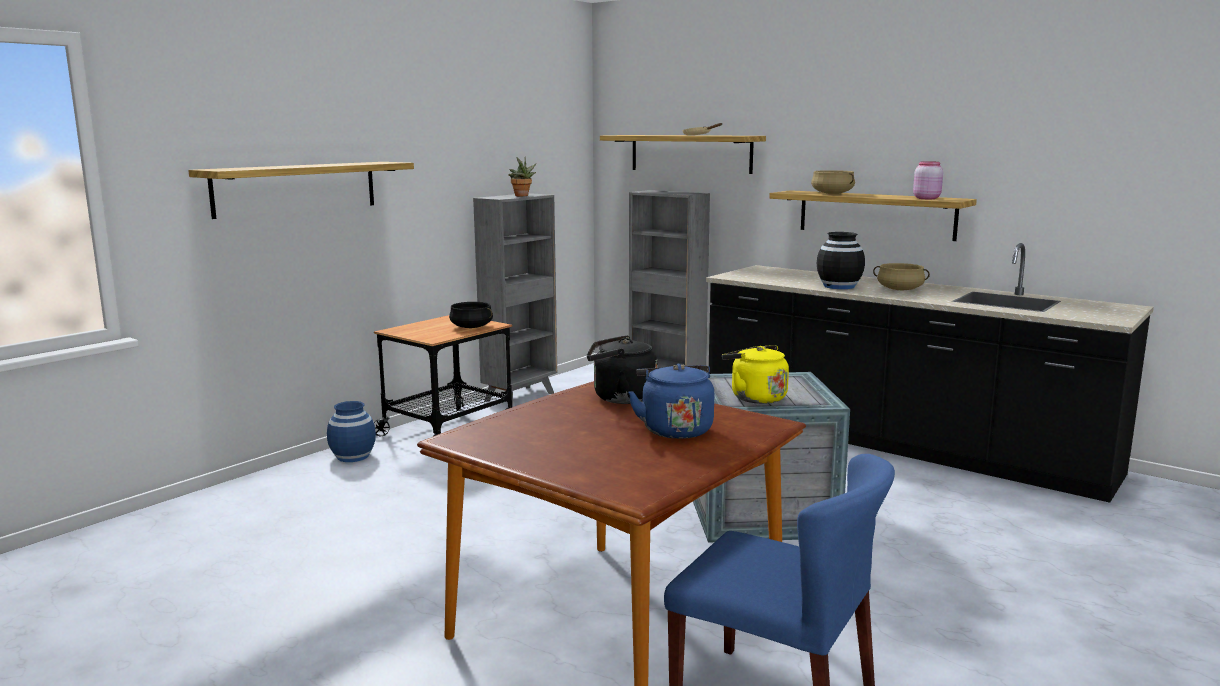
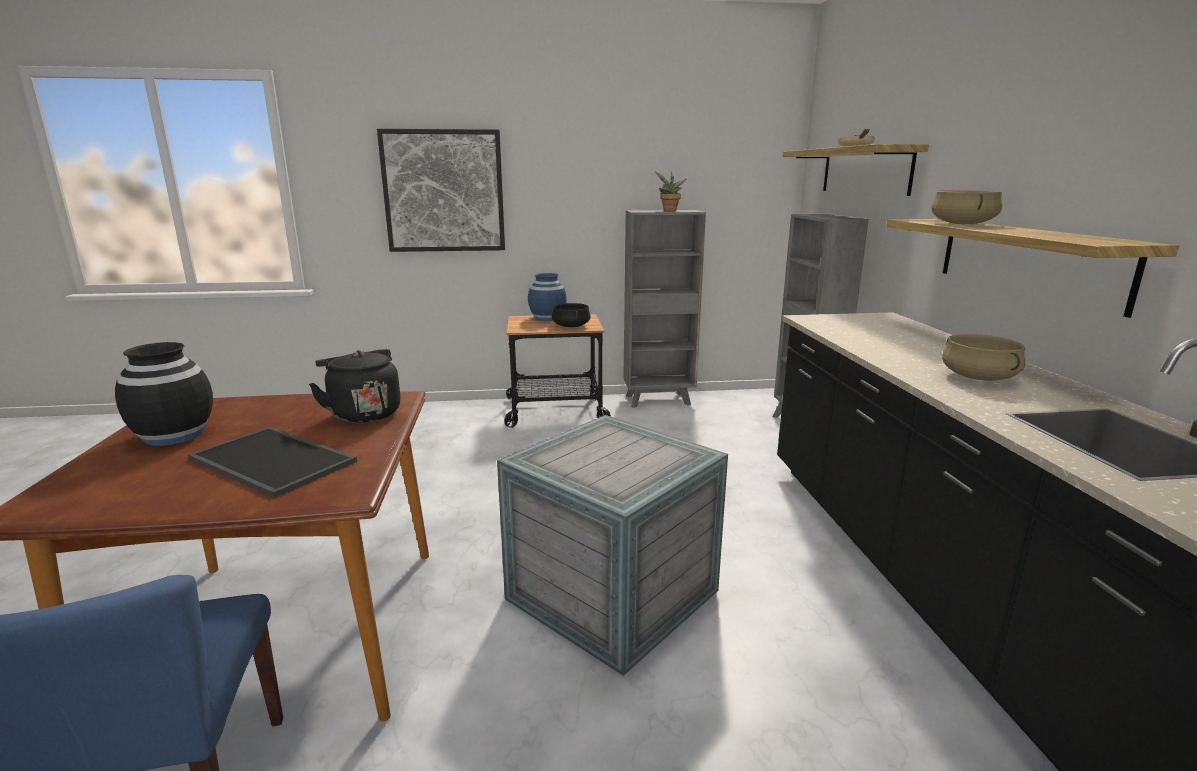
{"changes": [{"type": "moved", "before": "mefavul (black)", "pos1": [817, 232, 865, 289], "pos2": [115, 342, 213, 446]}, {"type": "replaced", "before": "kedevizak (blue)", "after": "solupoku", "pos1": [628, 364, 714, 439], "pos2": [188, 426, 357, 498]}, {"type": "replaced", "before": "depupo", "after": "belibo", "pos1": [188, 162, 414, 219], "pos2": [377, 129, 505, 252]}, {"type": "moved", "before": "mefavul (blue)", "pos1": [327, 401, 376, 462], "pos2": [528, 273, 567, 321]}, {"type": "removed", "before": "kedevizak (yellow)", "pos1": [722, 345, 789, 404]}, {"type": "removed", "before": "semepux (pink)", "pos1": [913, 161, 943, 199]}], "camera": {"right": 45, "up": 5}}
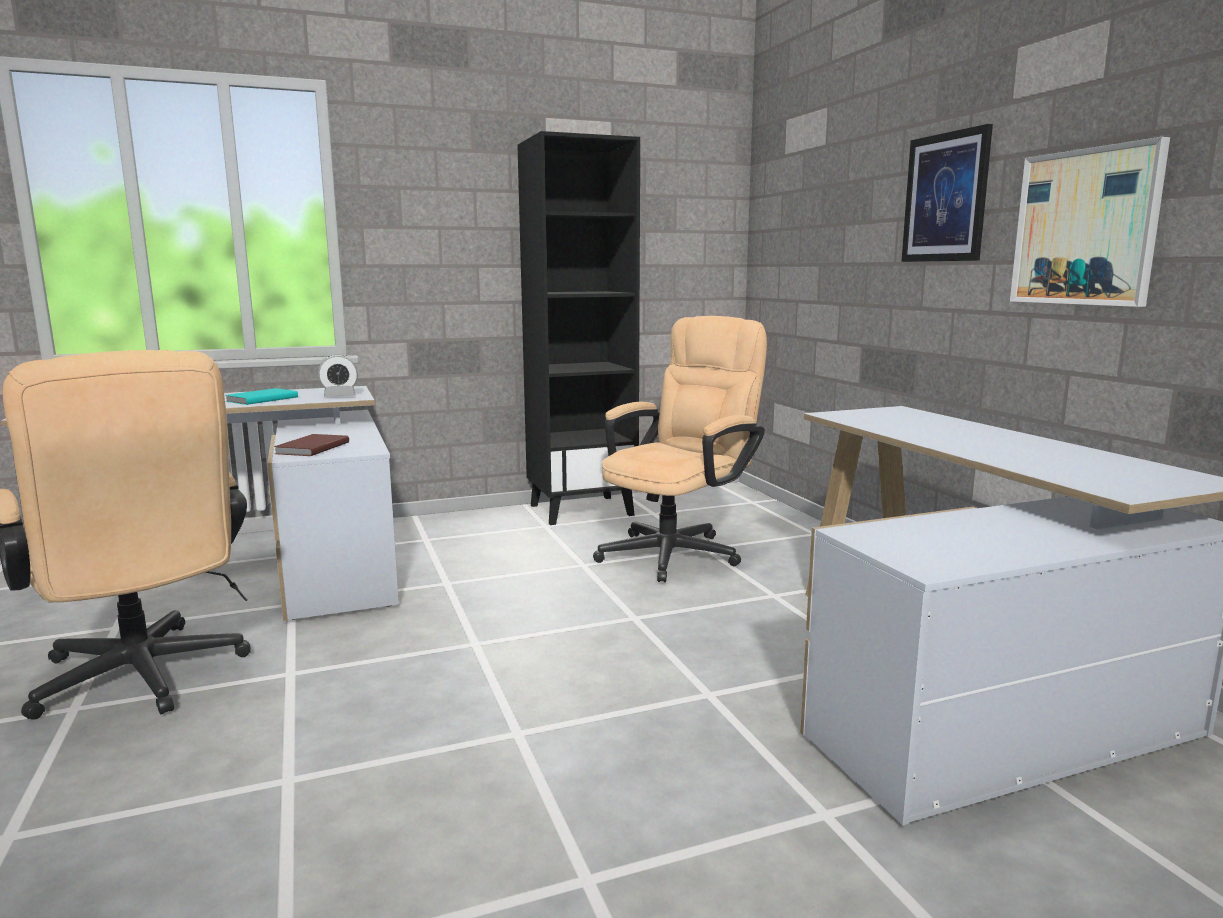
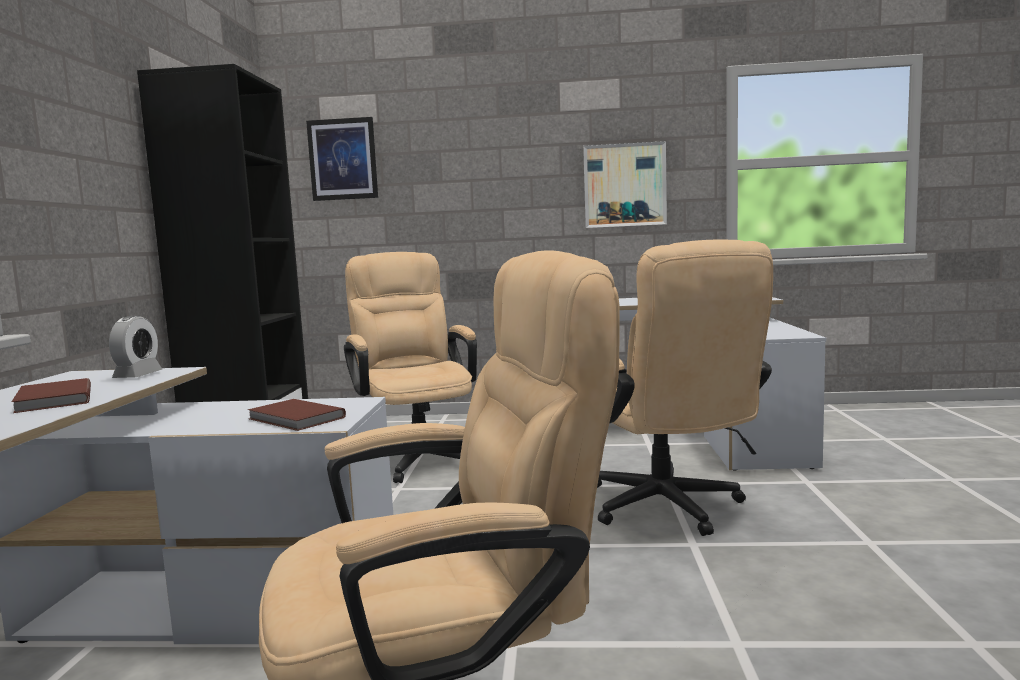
{"changes": [{"type": "recoloured", "before": "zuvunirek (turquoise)", "after": "zuvunirek (brown)", "pos1": [225, 388, 298, 405], "pos2": [12, 378, 91, 413]}, {"type": "moved", "before": "belibo", "pos1": [901, 124, 993, 262], "pos2": [306, 117, 378, 201]}, {"type": "added", "after": "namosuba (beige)", "pos2": [597, 239, 773, 536]}], "camera": {"right": -65, "up": -5}}
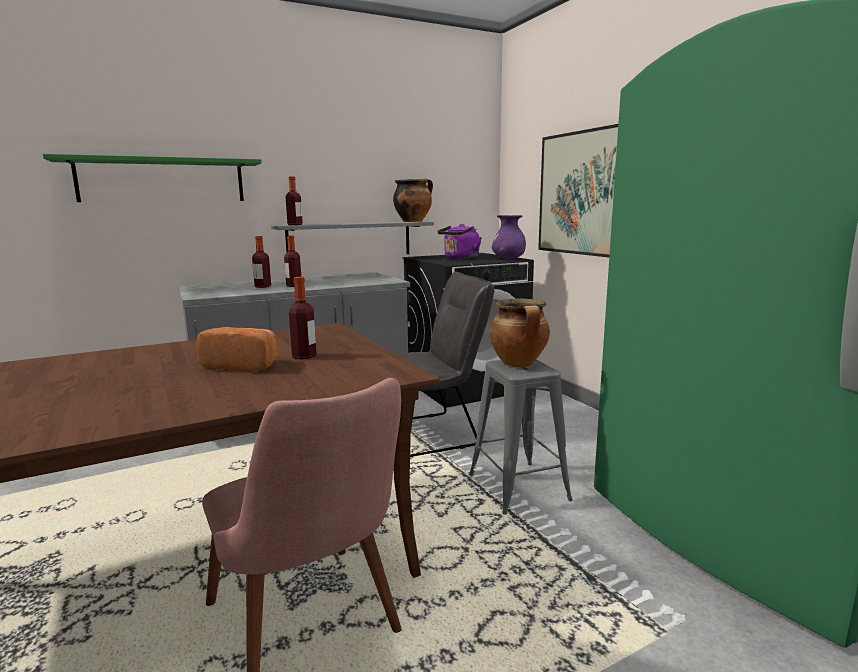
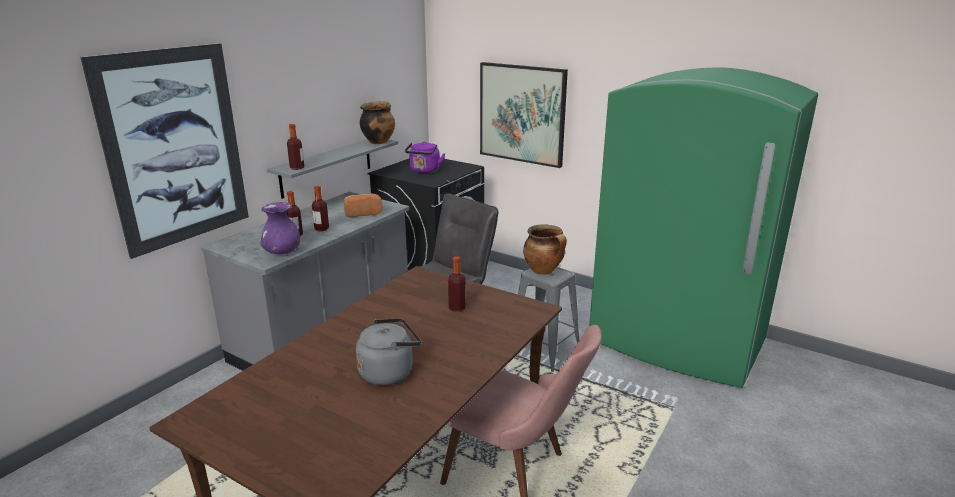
{"changes": [{"type": "replaced", "before": "depupo (green)", "after": "belibo", "pos1": [43, 154, 262, 202], "pos2": [80, 43, 249, 259]}, {"type": "moved", "before": "mefavul (purple)", "pos1": [491, 215, 526, 259], "pos2": [261, 202, 300, 254]}, {"type": "moved", "before": "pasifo", "pos1": [196, 327, 278, 371], "pos2": [344, 194, 383, 217]}, {"type": "added", "after": "kedevizak (grey)", "pos2": [356, 318, 421, 386]}], "camera": {"right": -30, "up": 10}}
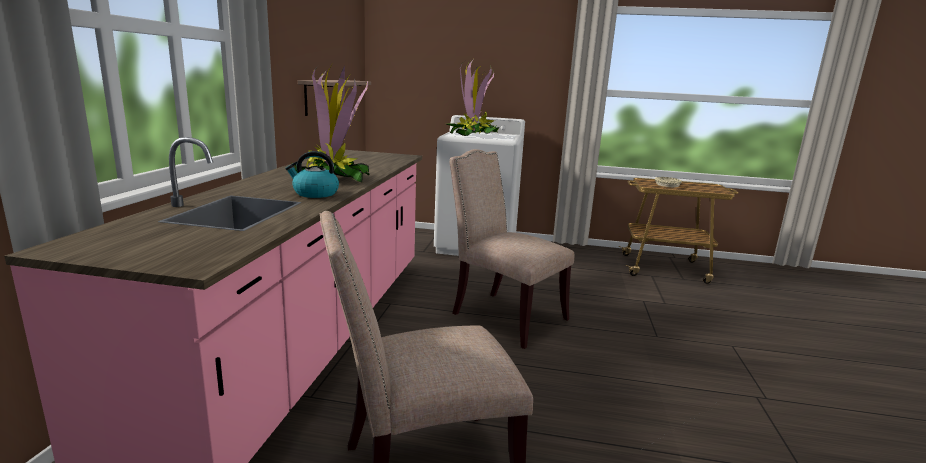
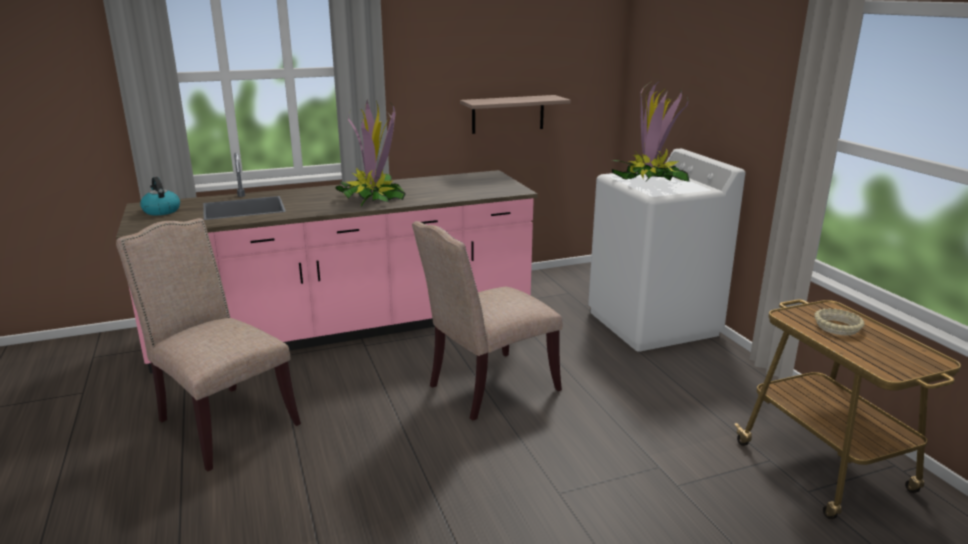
{"changes": [{"type": "moved", "before": "kedevizak", "pos1": [285, 151, 339, 198], "pos2": [140, 177, 180, 215]}, {"type": "turned", "before": "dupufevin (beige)", "pos1": [449, 149, 574, 349], "pos2": [412, 221, 562, 421], "turn": -135}], "camera": {"right": 60, "up": 5}}
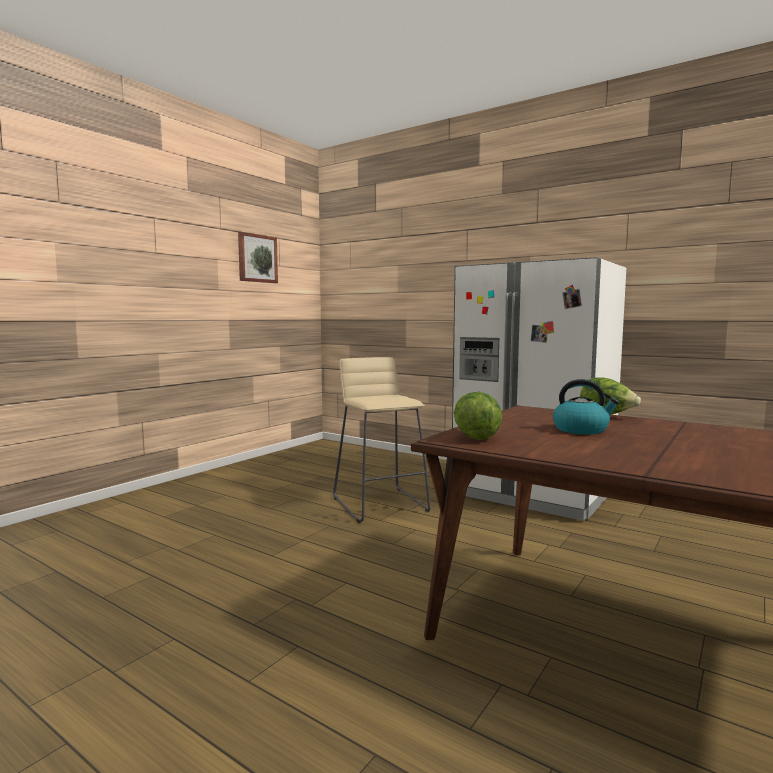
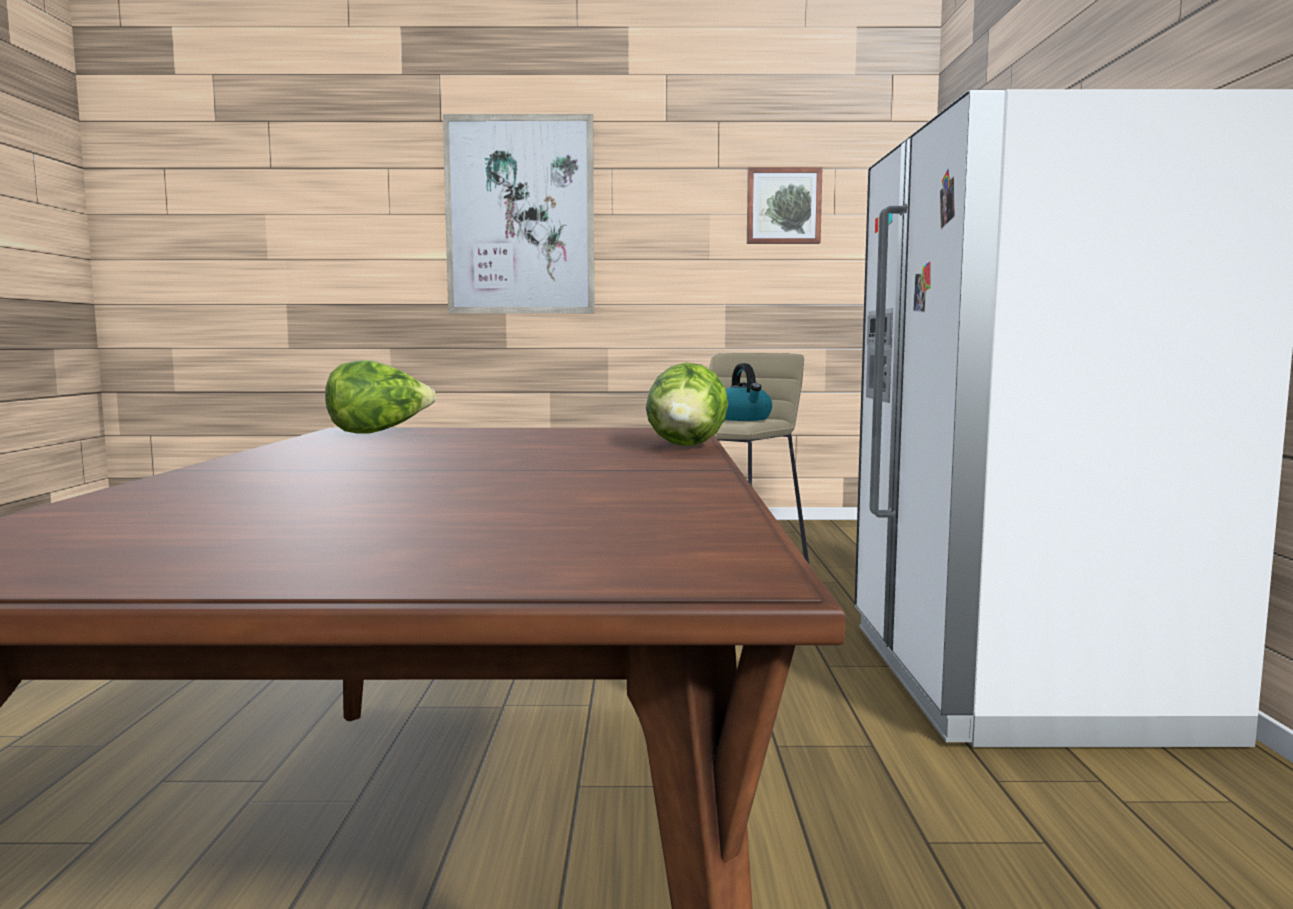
{"changes": [{"type": "added", "after": "belibo", "pos2": [443, 114, 595, 314]}, {"type": "moved", "before": "kedevizak", "pos1": [553, 379, 620, 434], "pos2": [725, 363, 772, 421]}], "camera": {"right": 55, "up": 0}}
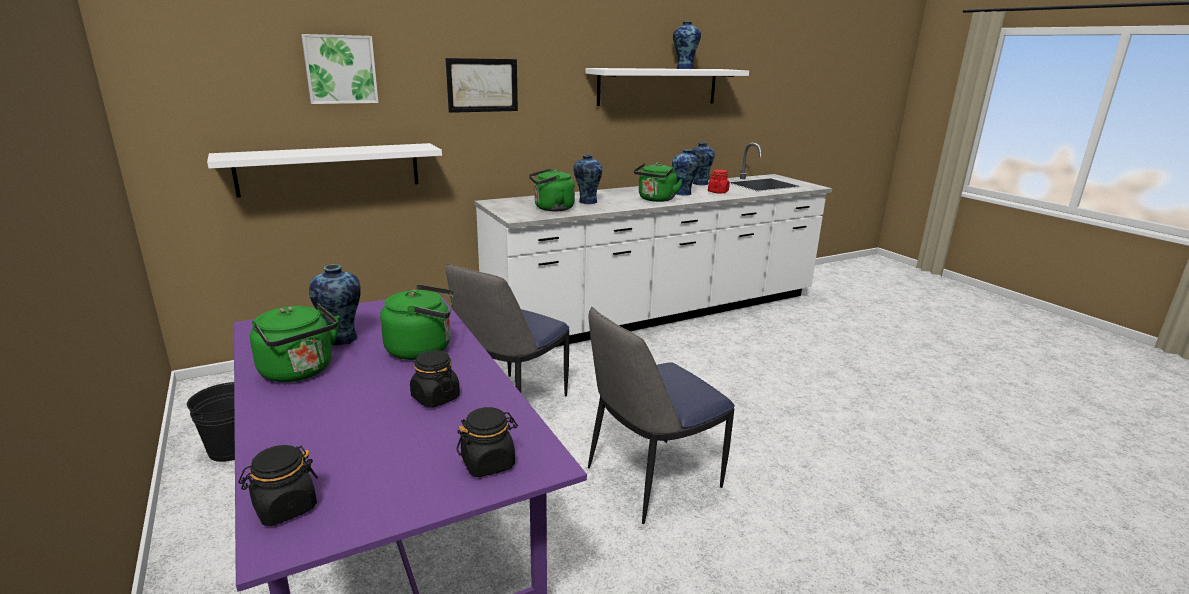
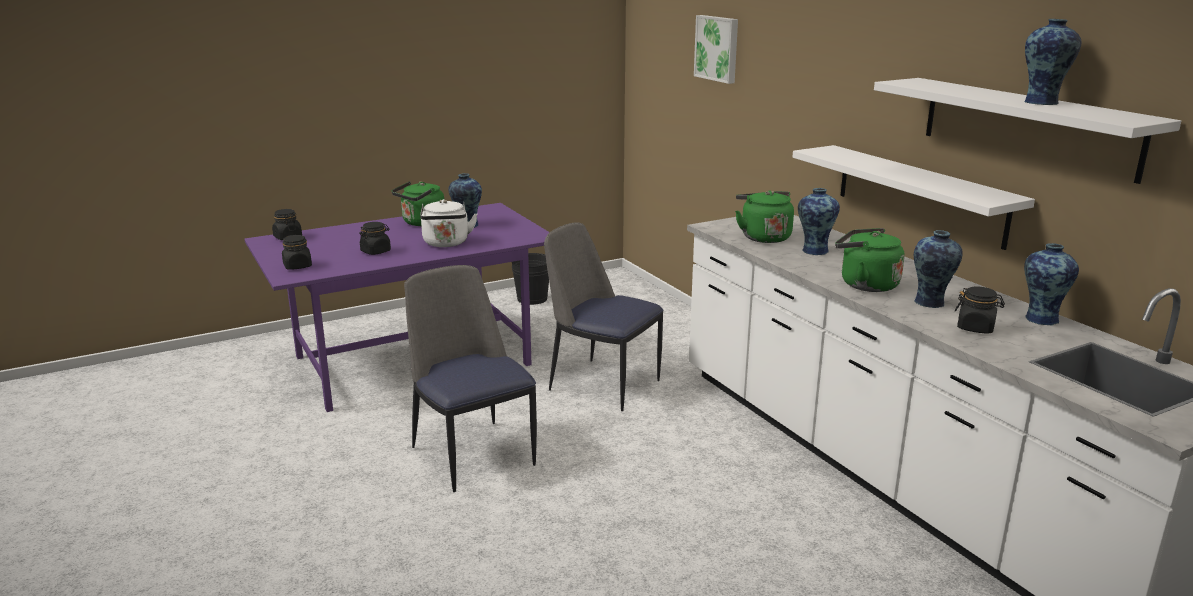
{"changes": [{"type": "recoloured", "before": "kedevizak (green)", "after": "kedevizak (white)", "pos1": [380, 284, 454, 360], "pos2": [420, 199, 477, 247]}, {"type": "moved", "before": "depupo (white)", "pos1": [207, 143, 442, 197], "pos2": [793, 145, 1035, 250]}, {"type": "recoloured", "before": "semepux (red)", "after": "semepux (black)", "pos1": [708, 170, 730, 193], "pos2": [955, 286, 1005, 334]}, {"type": "removed", "before": "belibo", "pos1": [446, 58, 518, 113]}], "camera": {"right": 90, "up": 0}}
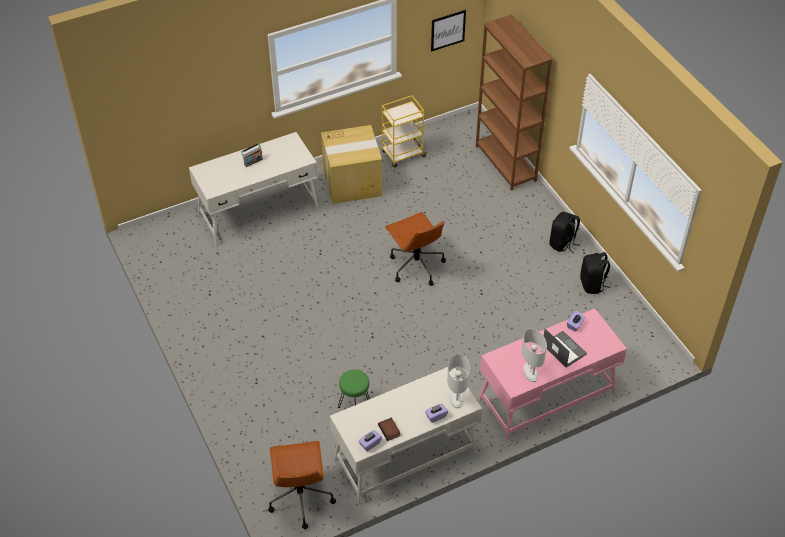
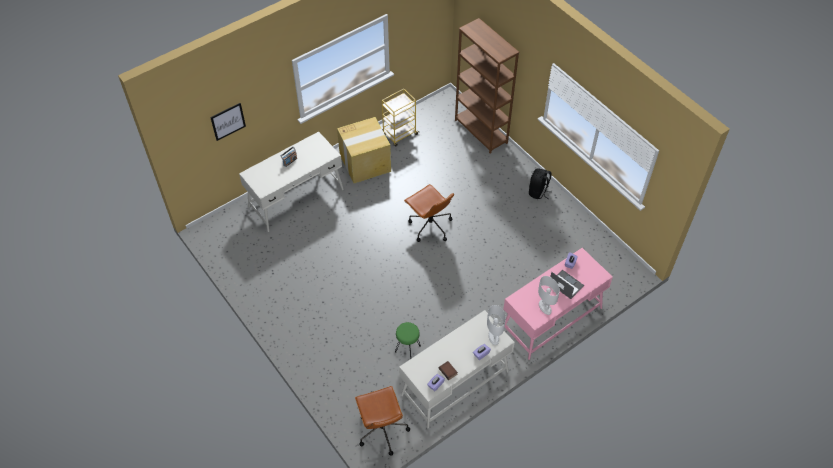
{"changes": [{"type": "moved", "before": "belibo", "pos1": [431, 10, 466, 52], "pos2": [210, 103, 246, 141]}, {"type": "removed", "before": "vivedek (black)", "pos1": [580, 252, 610, 294]}], "camera": {"right": -10, "up": 5}}
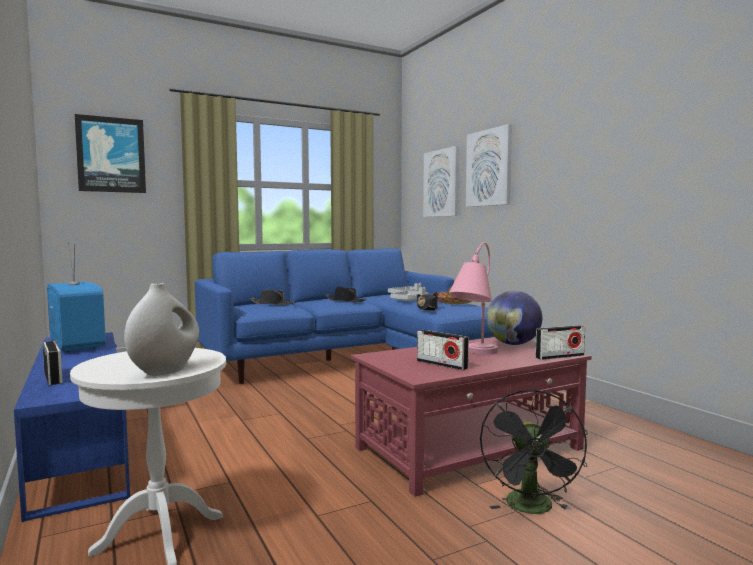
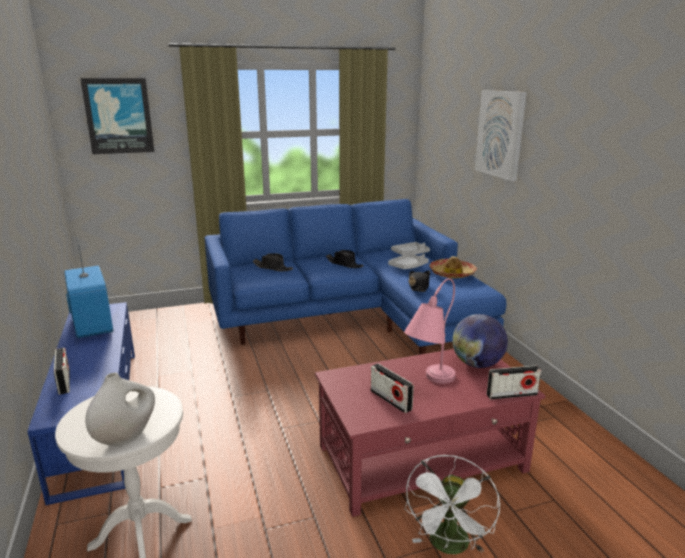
{"changes": [{"type": "recoloured", "before": "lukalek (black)", "after": "lukalek (white)", "pos1": [480, 390, 588, 514], "pos2": [404, 455, 500, 554]}, {"type": "removed", "before": "belibo", "pos1": [423, 146, 459, 217]}], "camera": {"right": 10, "up": 15}}
